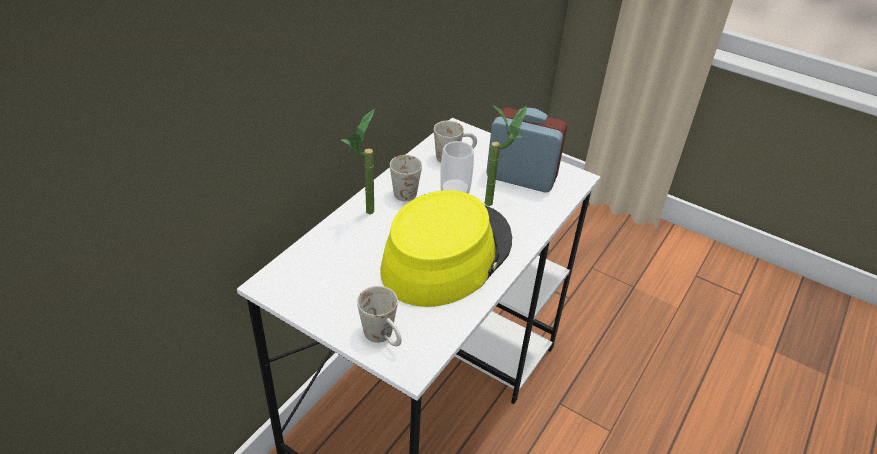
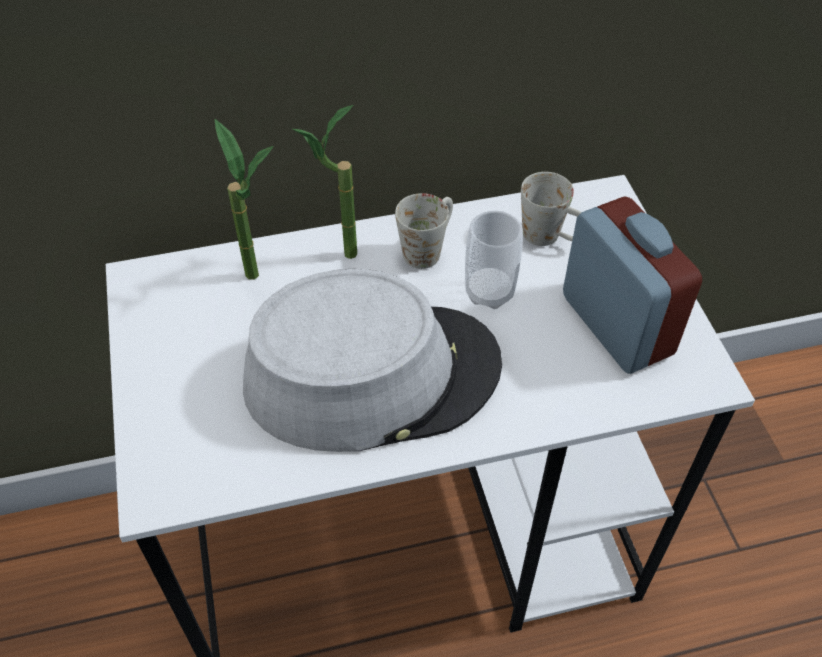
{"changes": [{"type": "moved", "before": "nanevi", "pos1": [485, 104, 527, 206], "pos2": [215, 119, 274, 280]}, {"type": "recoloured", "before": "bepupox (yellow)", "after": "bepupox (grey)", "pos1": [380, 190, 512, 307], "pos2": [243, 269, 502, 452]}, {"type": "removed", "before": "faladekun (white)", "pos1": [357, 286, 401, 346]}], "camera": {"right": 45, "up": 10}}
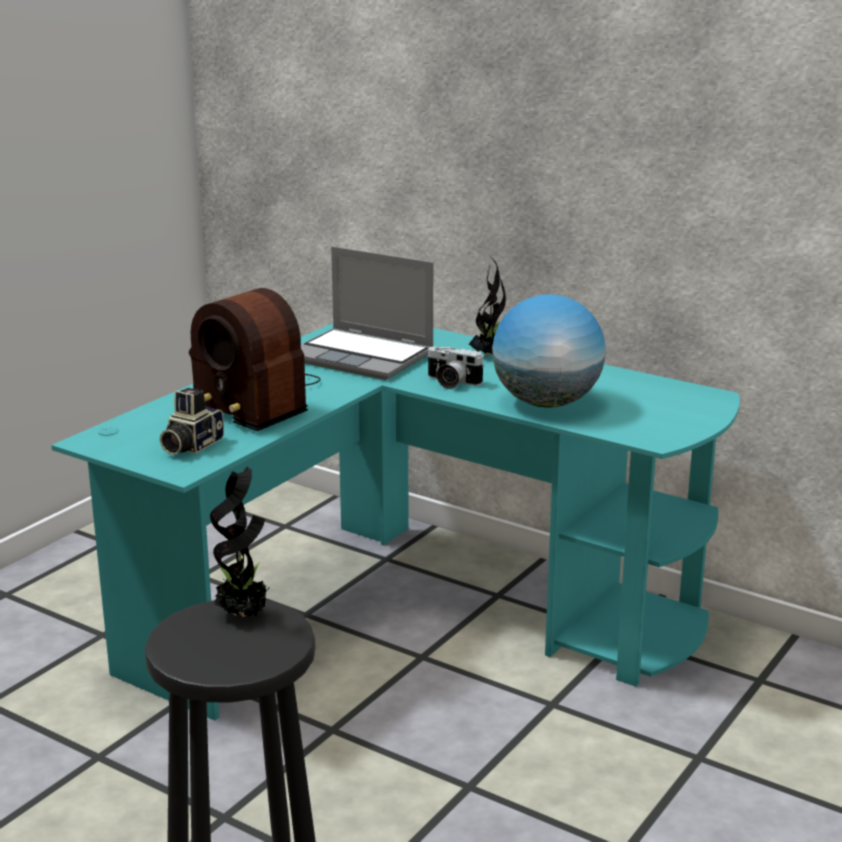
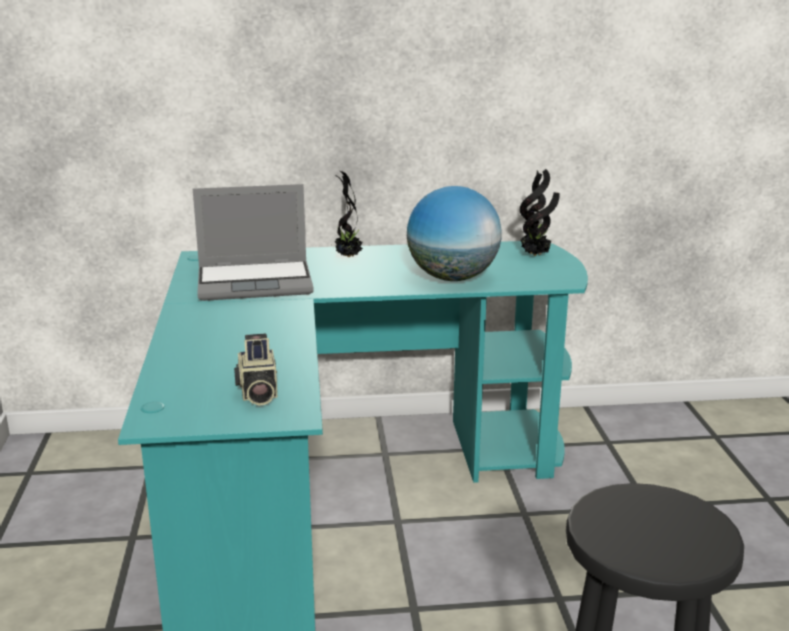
{"changes": [{"type": "moved", "before": "nanevi", "pos1": [210, 467, 269, 617], "pos2": [520, 169, 560, 256]}, {"type": "removed", "before": "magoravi", "pos1": [189, 288, 321, 431]}, {"type": "removed", "before": "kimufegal", "pos1": [427, 347, 484, 389]}], "camera": {"right": -40, "up": 0}}
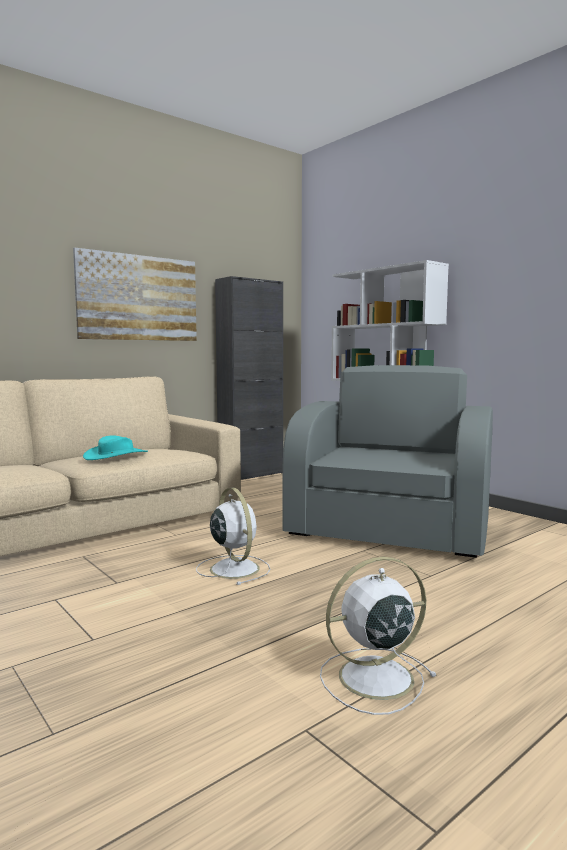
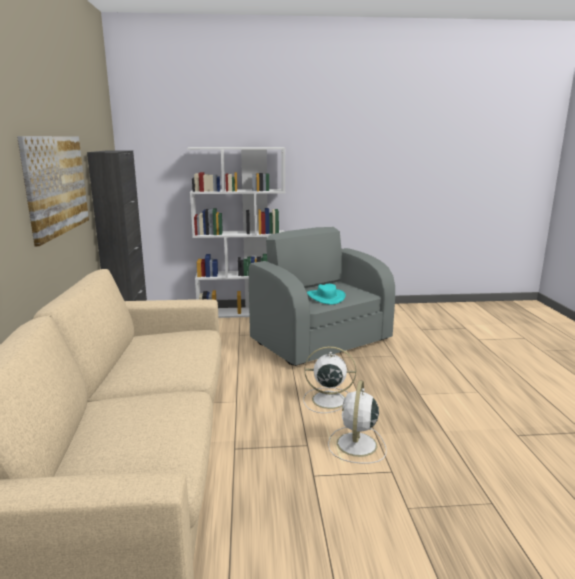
{"changes": [{"type": "moved", "before": "bepupox (turquoise)", "pos1": [83, 436, 148, 460], "pos2": [307, 284, 346, 305]}, {"type": "moved", "before": "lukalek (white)", "pos1": [320, 557, 437, 715], "pos2": [328, 380, 387, 464]}], "camera": {"right": -55, "up": 10}}
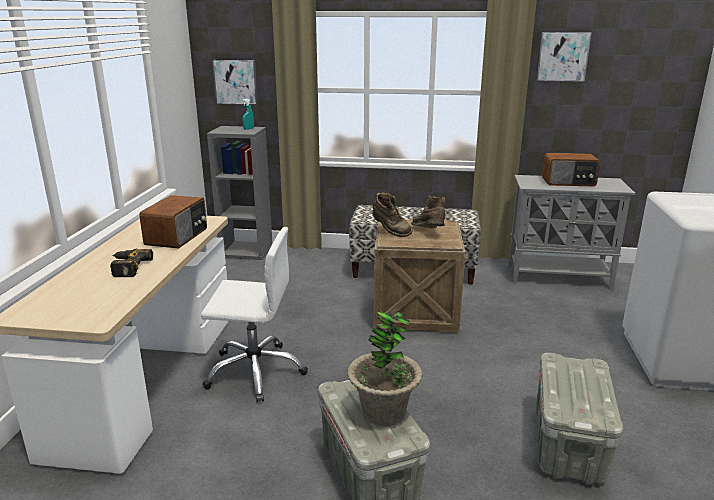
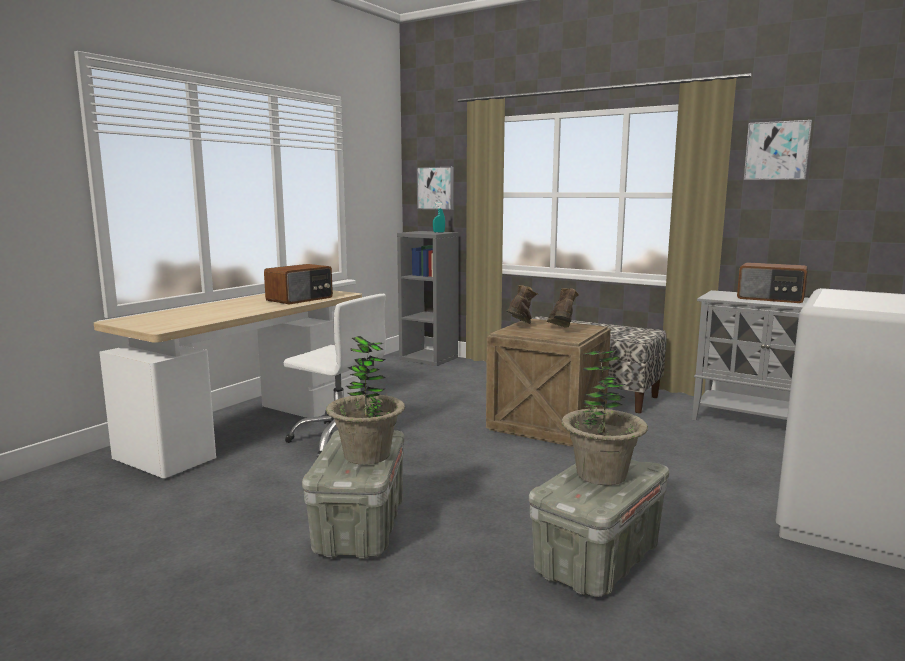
{"changes": [{"type": "turned", "before": "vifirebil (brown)", "pos1": [372, 192, 412, 237], "pos2": [507, 285, 539, 324], "turn": -135}, {"type": "added", "after": "nanevi", "pos2": [561, 350, 648, 485]}, {"type": "removed", "before": "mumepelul", "pos1": [110, 248, 153, 277]}], "camera": {"right": 25, "up": -10}}
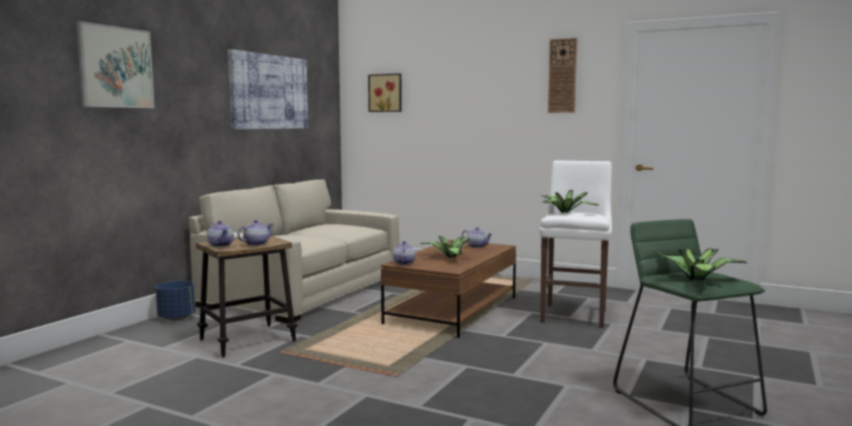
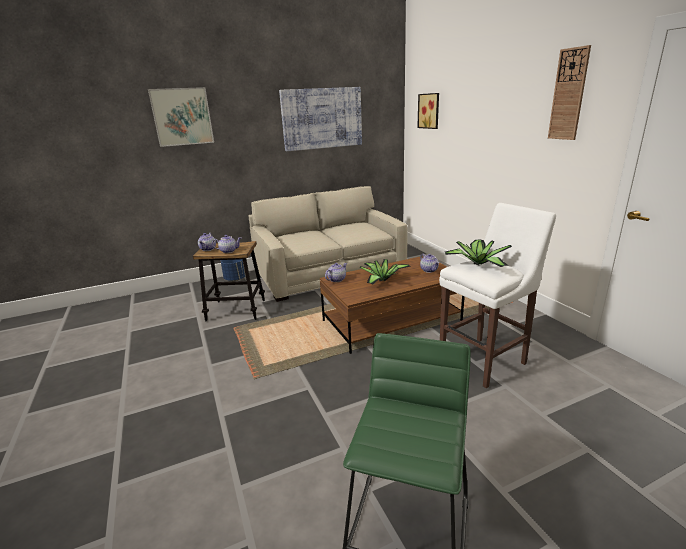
{"changes": [{"type": "removed", "before": "nanevi", "pos1": [655, 249, 747, 281]}], "camera": {"right": 40, "up": 15}}
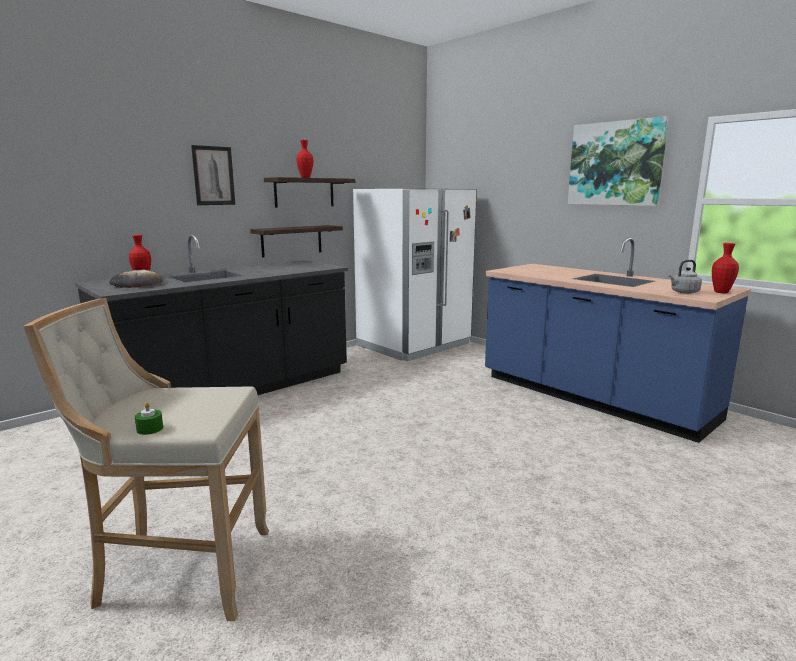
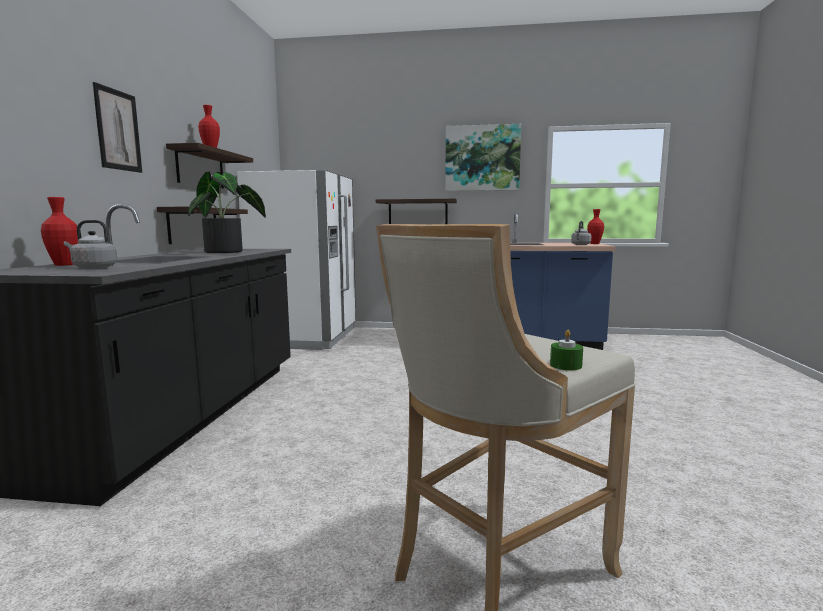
{"changes": [{"type": "replaced", "before": "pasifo", "after": "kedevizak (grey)", "pos1": [109, 269, 163, 288], "pos2": [64, 220, 117, 269]}, {"type": "added", "after": "nanevi", "pos2": [188, 172, 266, 253]}, {"type": "added", "after": "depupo", "pos2": [376, 199, 457, 224]}], "camera": {"right": -40, "up": -5}}
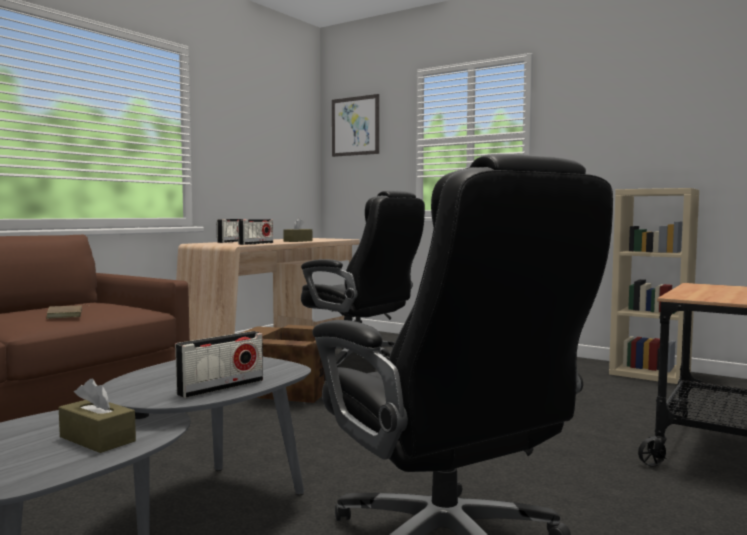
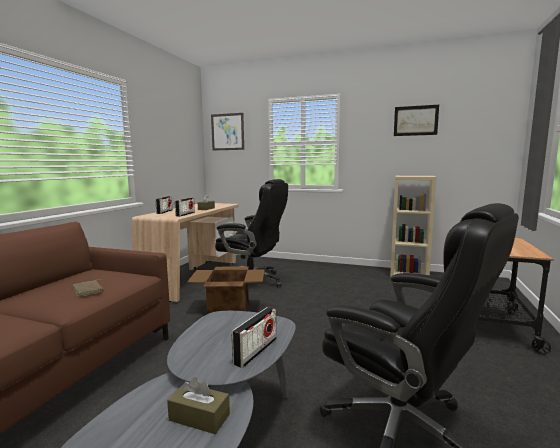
{"changes": [{"type": "added", "after": "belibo", "pos2": [394, 105, 439, 136]}], "camera": {"right": -15, "up": 5}}
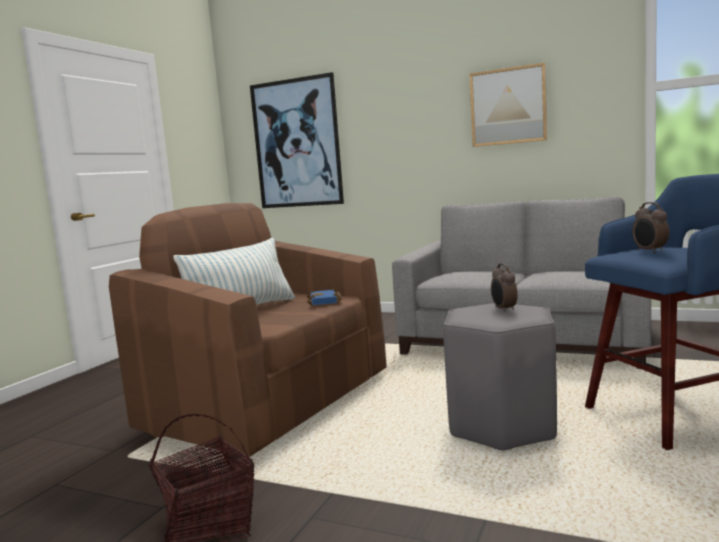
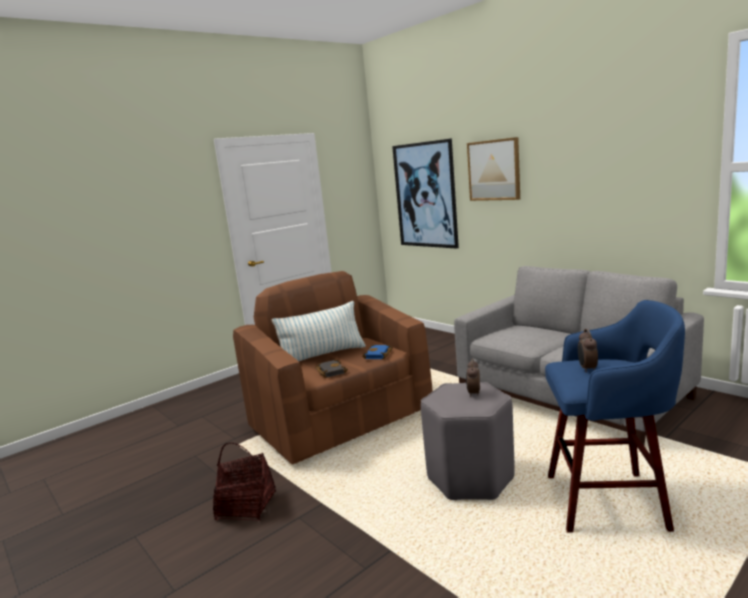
{"changes": [{"type": "added", "after": "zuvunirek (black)", "pos2": [315, 359, 348, 378]}, {"type": "moved", "before": "belibo", "pos1": [469, 63, 547, 147], "pos2": [467, 137, 520, 201]}], "camera": {"right": 25, "up": 5}}
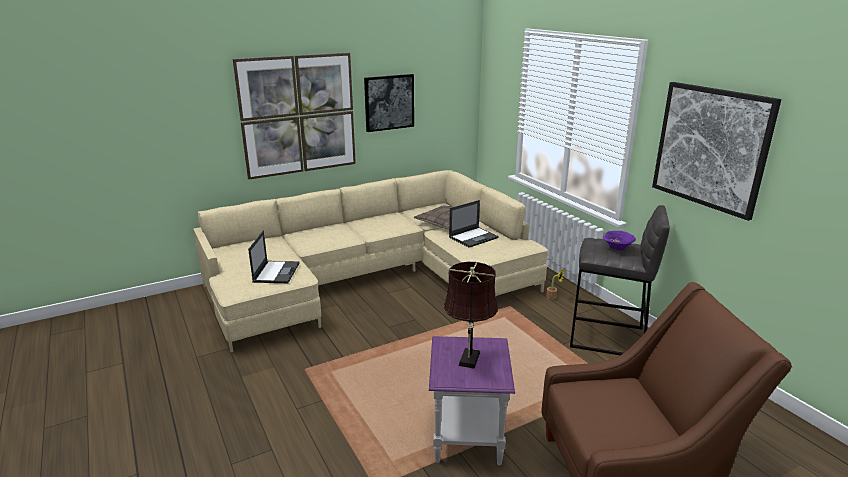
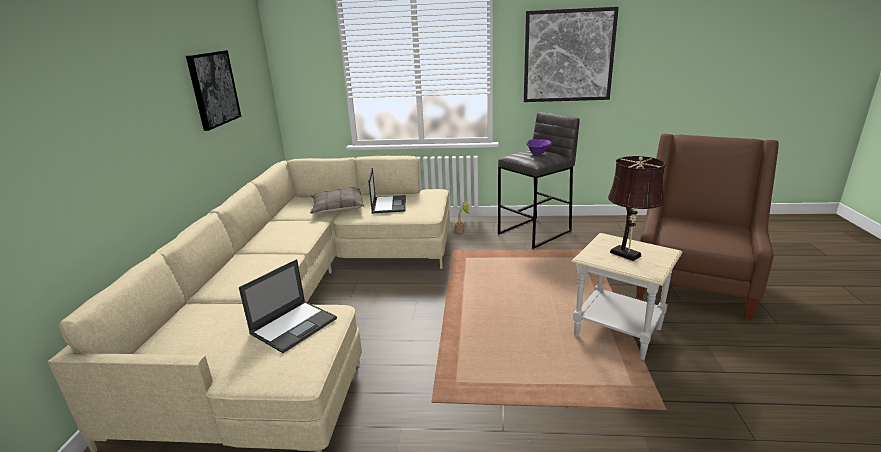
{"changes": [{"type": "turned", "before": "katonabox", "pos1": [248, 231, 300, 283], "pos2": [239, 259, 337, 353], "turn": 90}, {"type": "recoloured", "before": "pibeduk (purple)", "after": "pibeduk (beige)", "pos1": [429, 336, 515, 465], "pos2": [571, 233, 683, 360]}, {"type": "removed", "before": "belibo", "pos1": [233, 53, 356, 180]}], "camera": {"right": -55, "up": 0}}
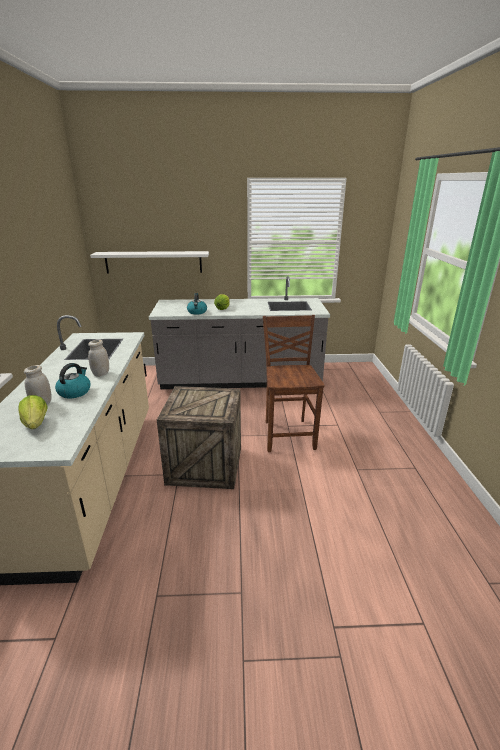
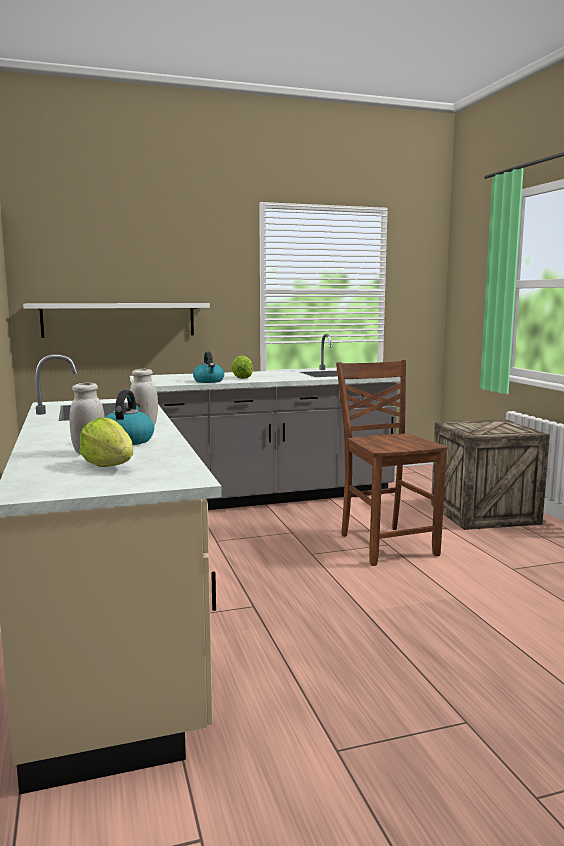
{"changes": [{"type": "moved", "before": "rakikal", "pos1": [157, 386, 241, 489], "pos2": [431, 420, 550, 530]}], "camera": {"right": -15, "up": -15}}
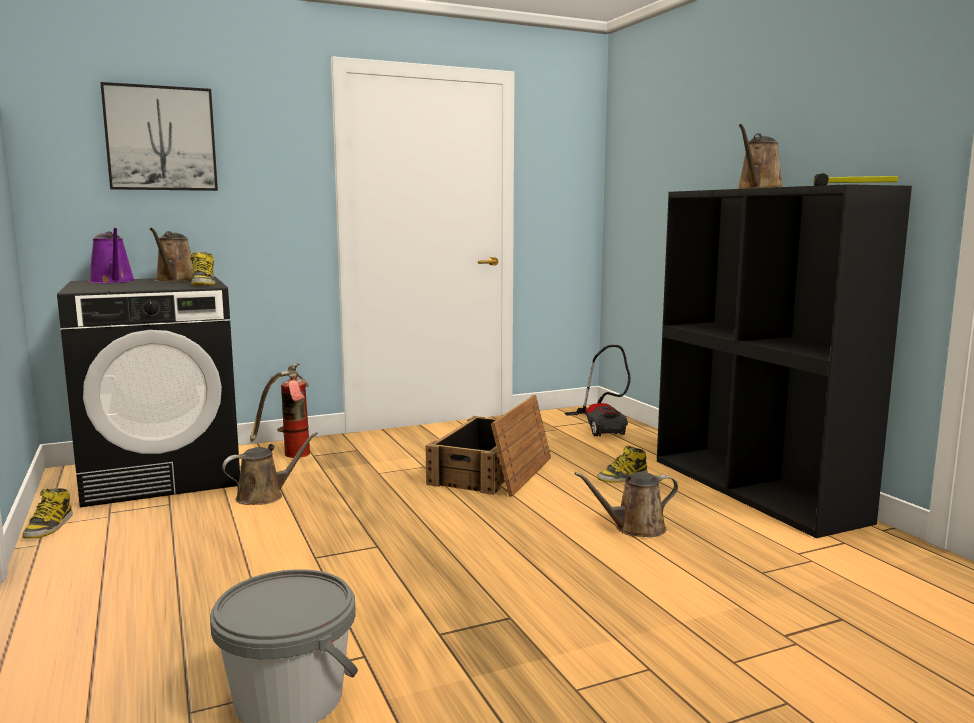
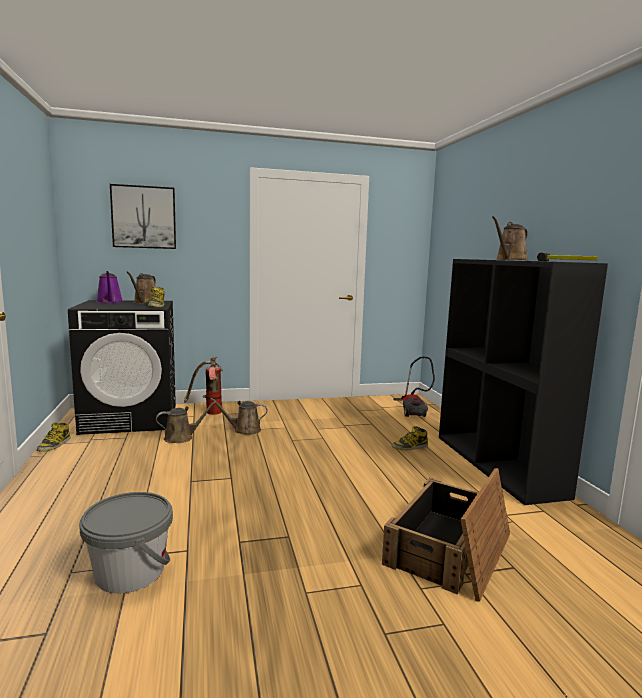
{"changes": [{"type": "moved", "before": "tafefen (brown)", "pos1": [575, 472, 678, 537], "pos2": [210, 398, 268, 435]}, {"type": "moved", "before": "rakikal", "pos1": [426, 395, 551, 496], "pos2": [382, 468, 510, 602]}], "camera": {"right": 10, "up": 0}}
